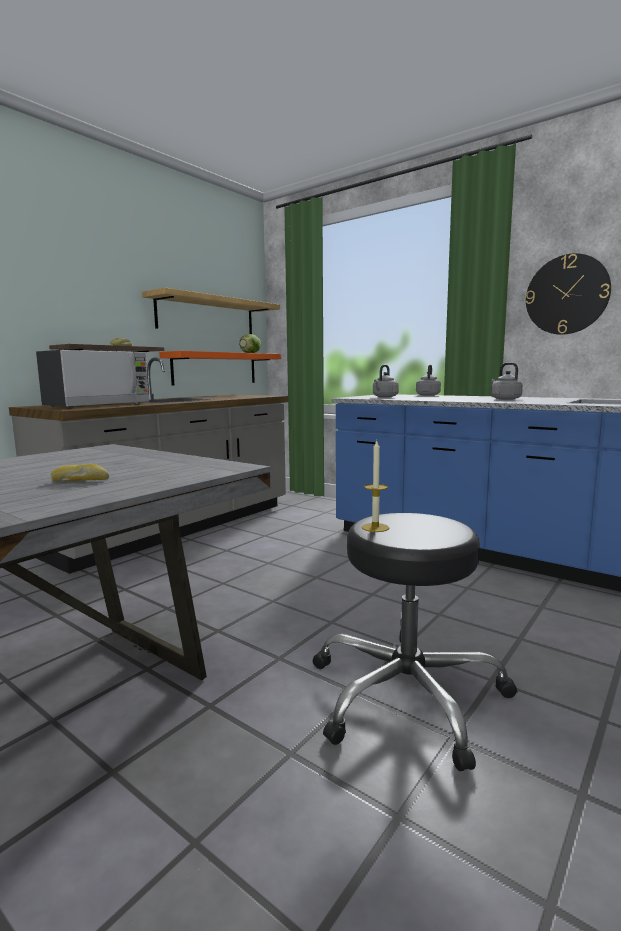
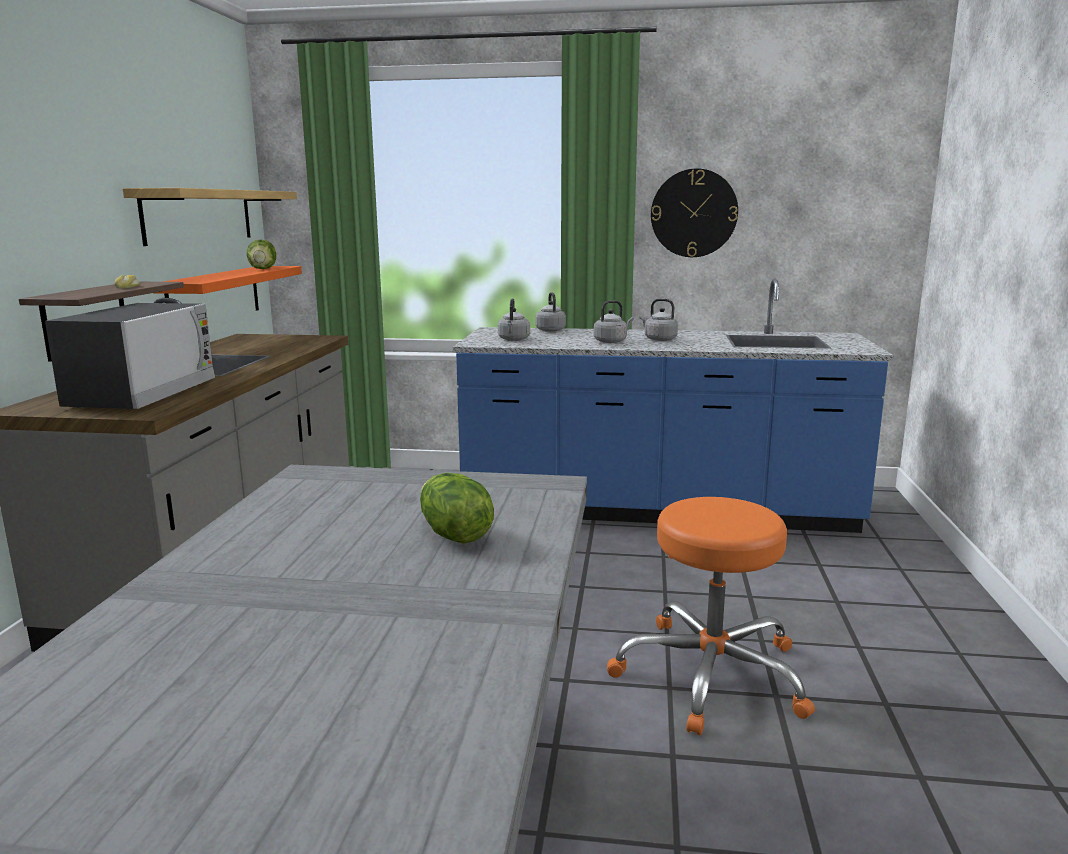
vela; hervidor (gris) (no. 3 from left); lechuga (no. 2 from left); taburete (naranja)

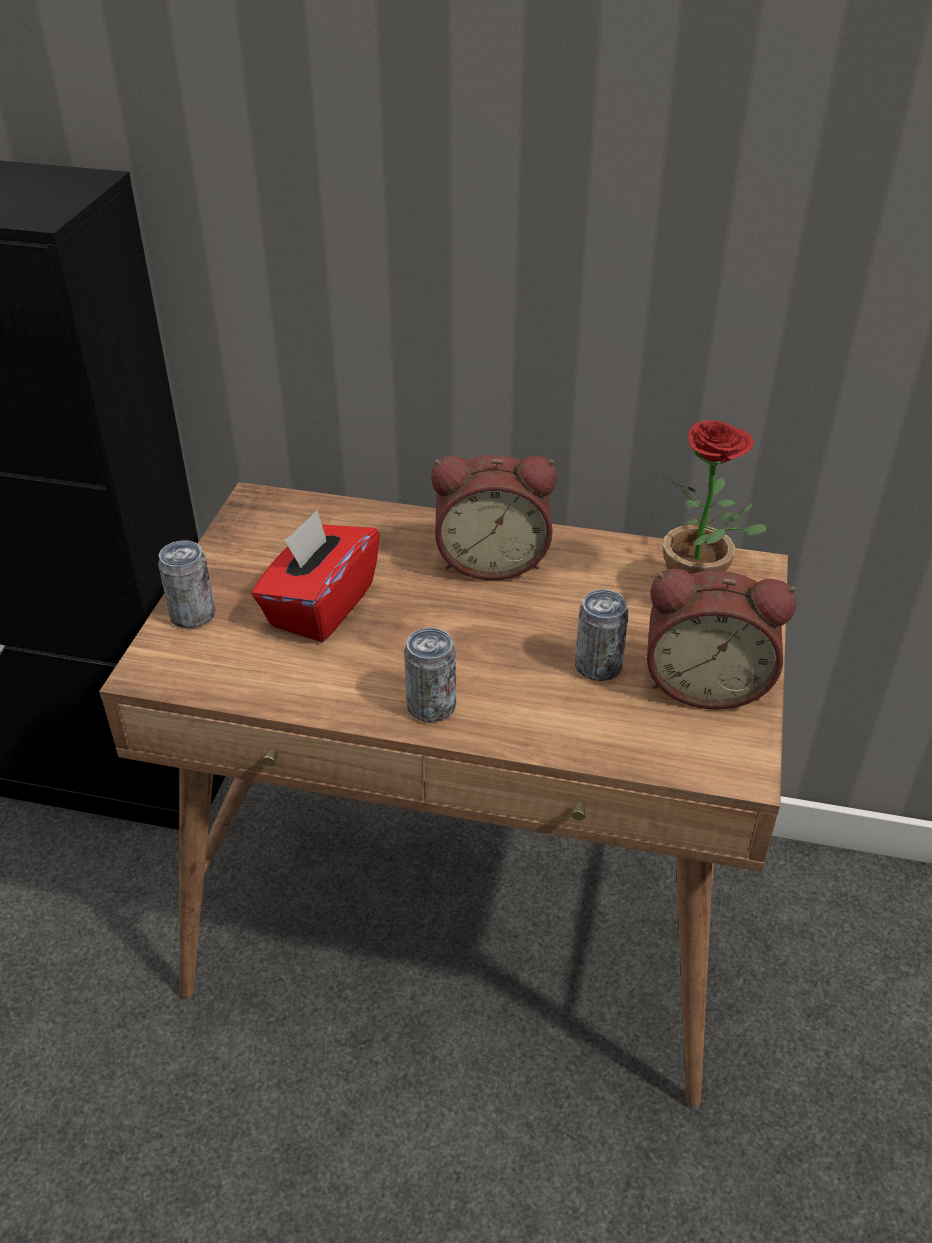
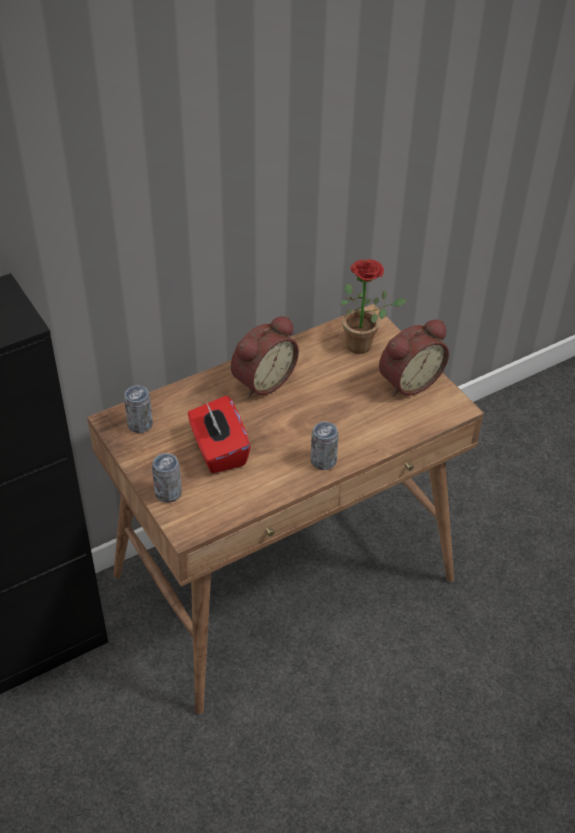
lata (no. 1 from left)

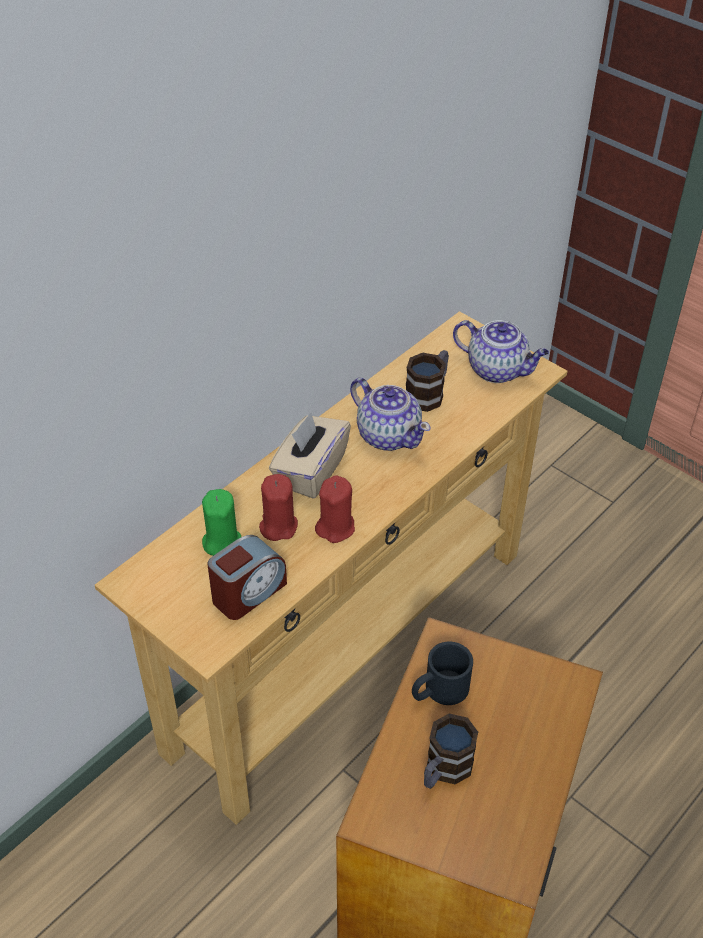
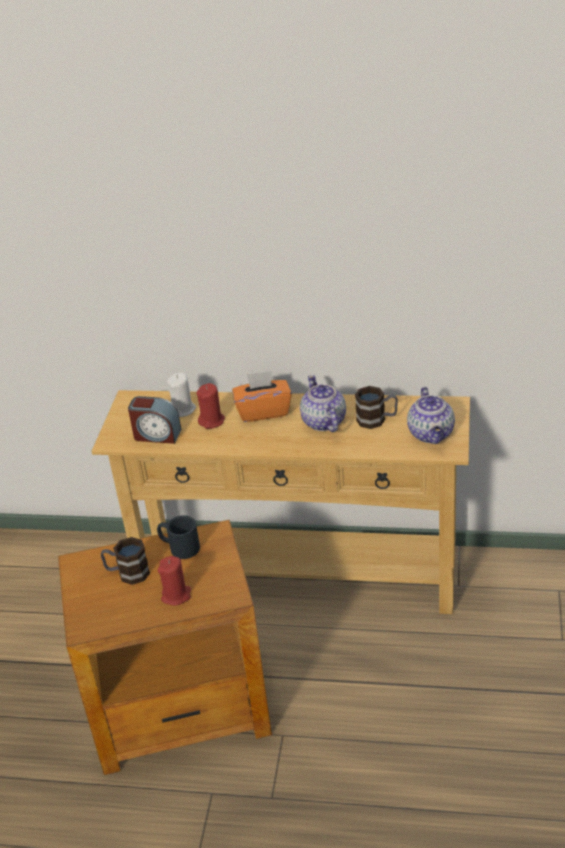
vela (rojo) (no. 1 from left); vela (blanco); caja de pañuelos (naranja); tetera (no. 1 from left)

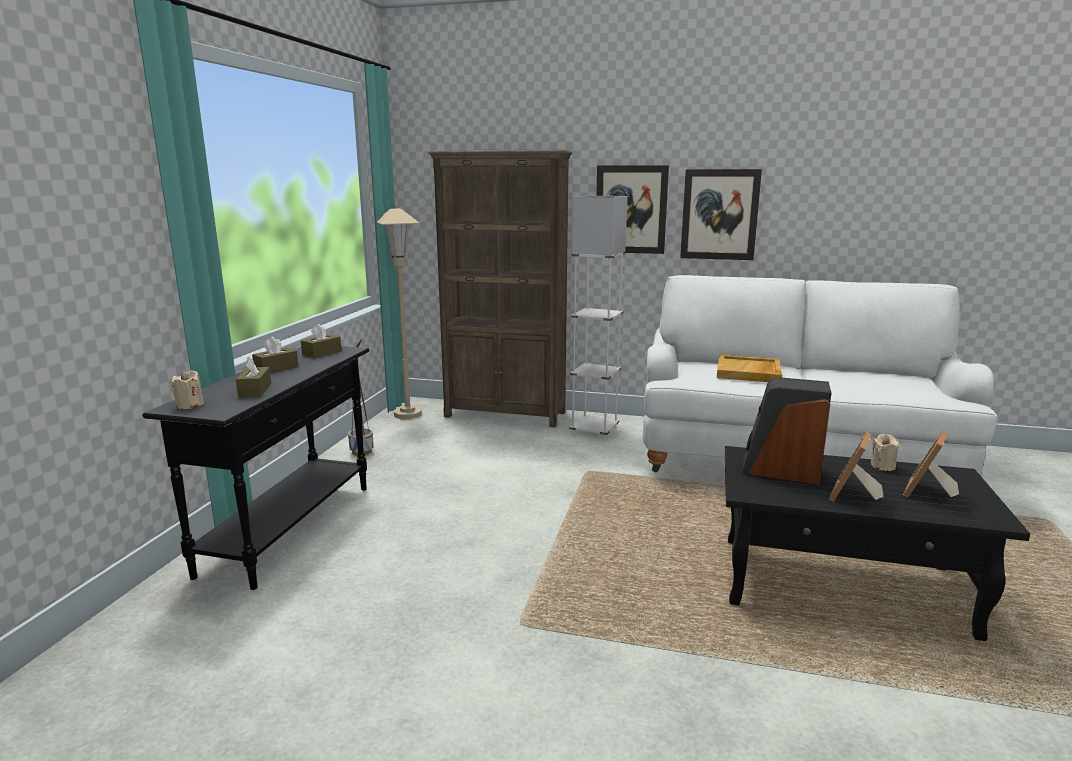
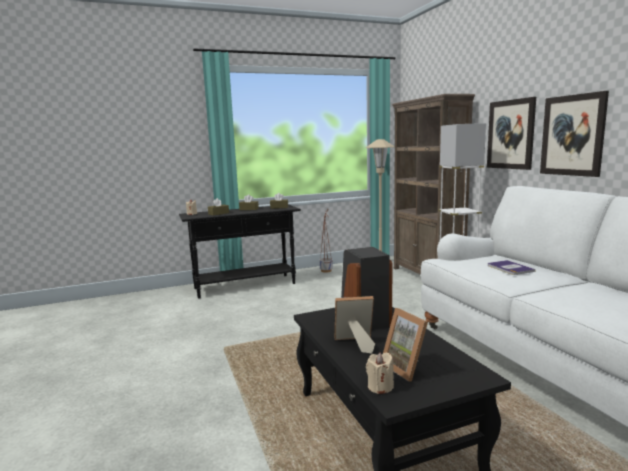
vela (beis) (no. 2 from left); libro; portarretratos (no. 2 from left)

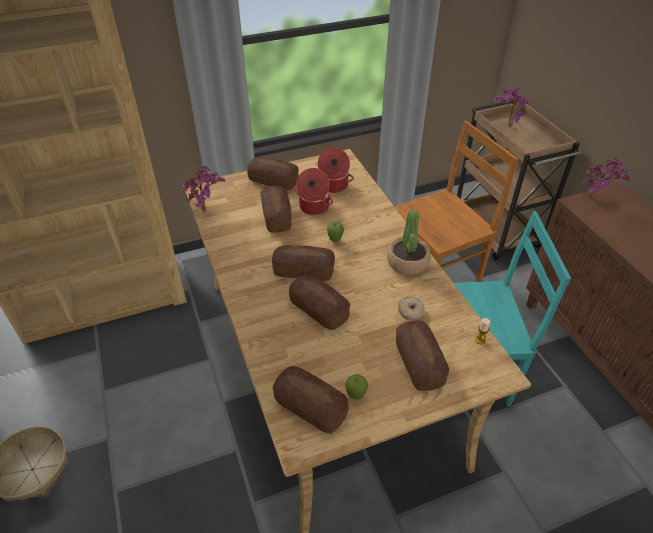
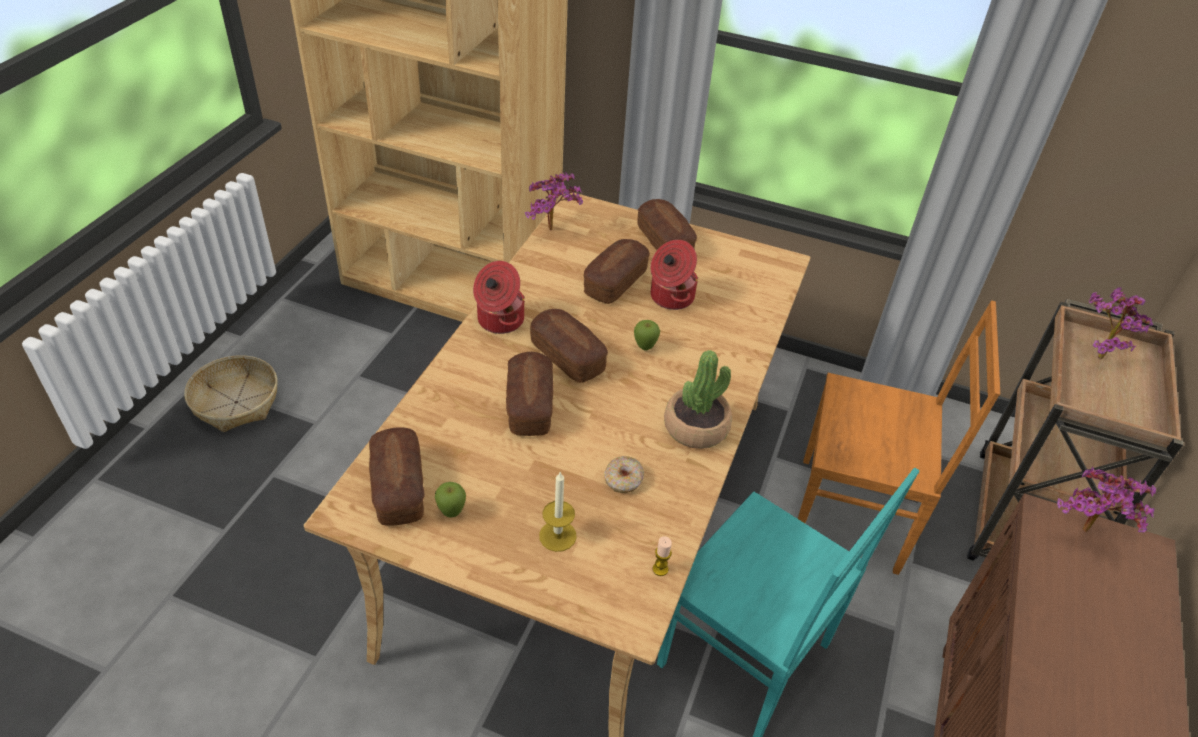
olla (no. 1 from left); vela (no. 1 from left)

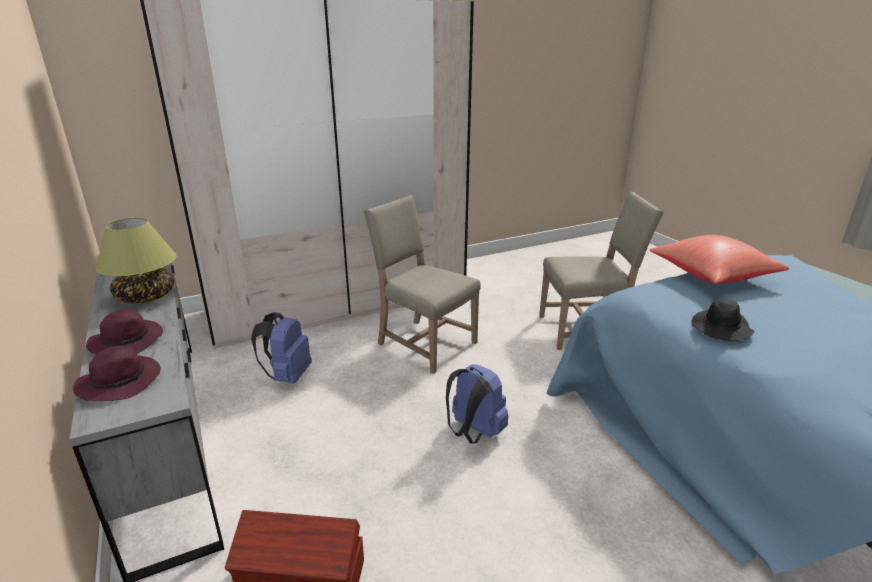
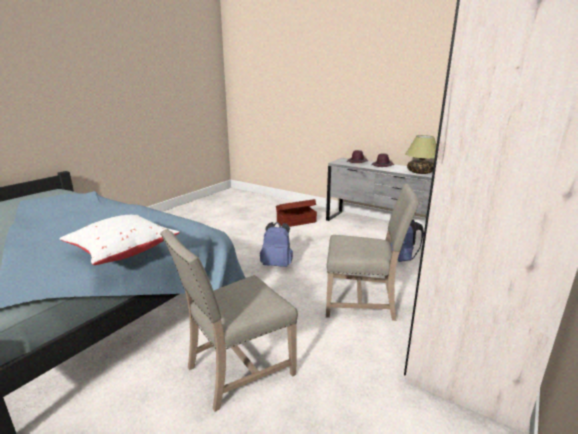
sombrero (negro); cojín (blanco)

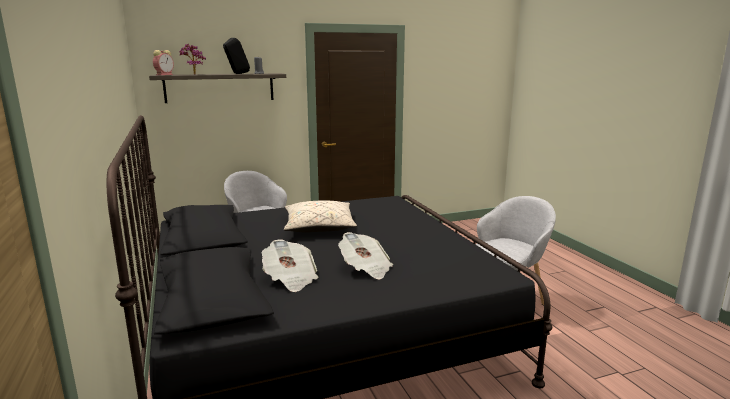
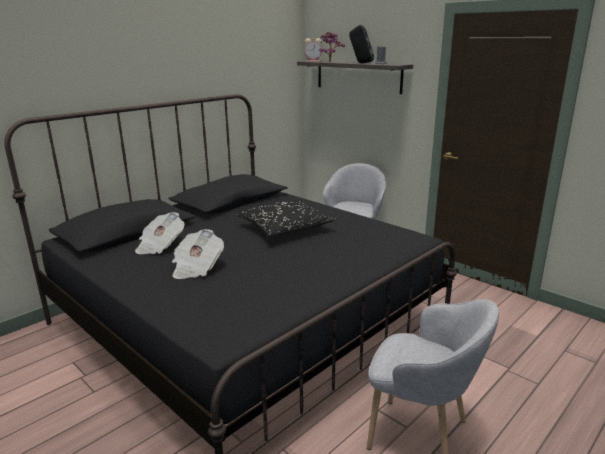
cojín (negro)

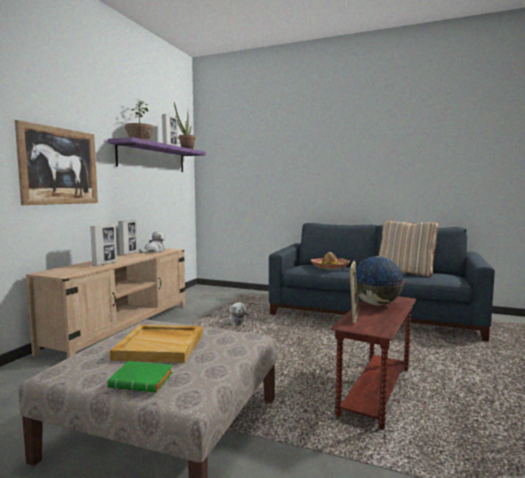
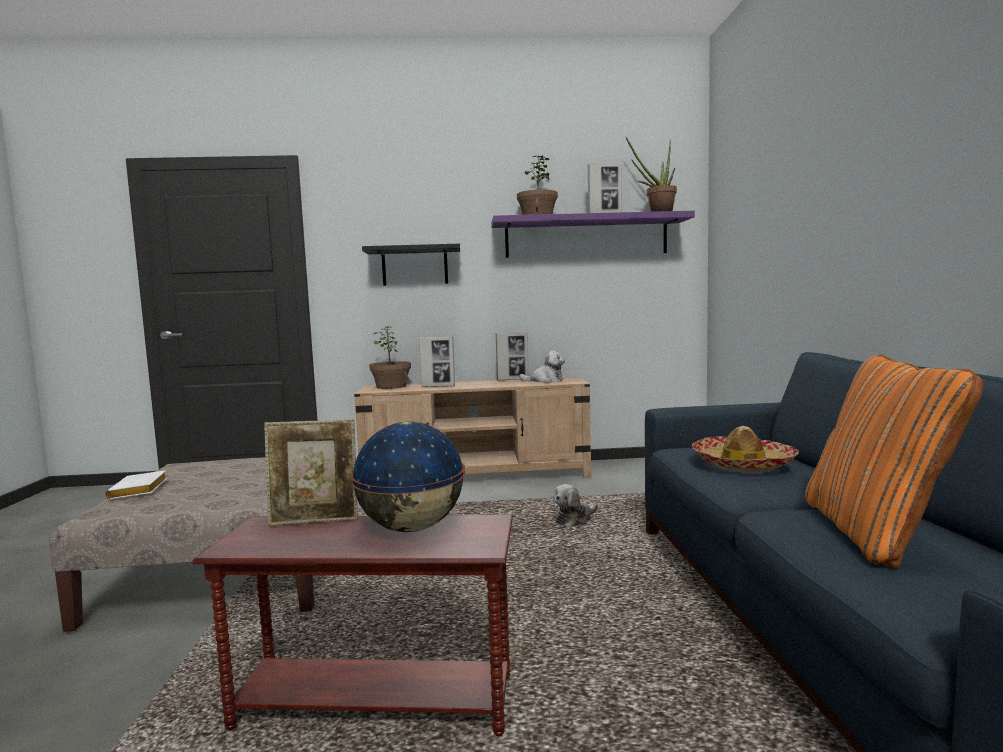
bandeja (beis); planta en maceta (no. 1 from left); estante (negro); libro (blanco); cojín (naranja)

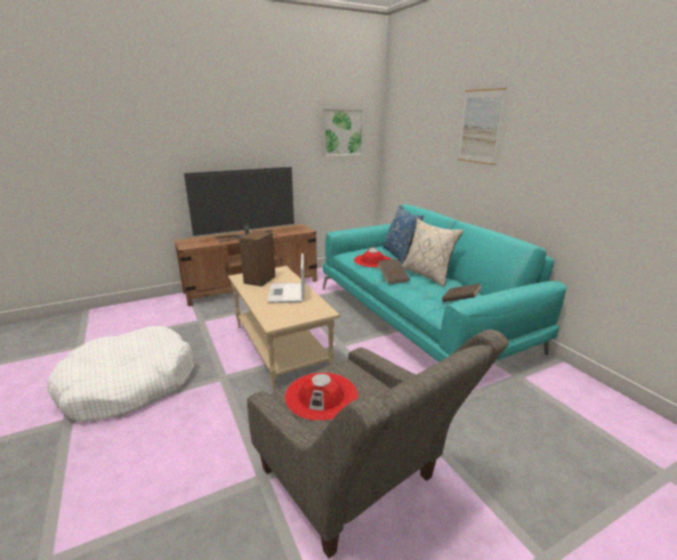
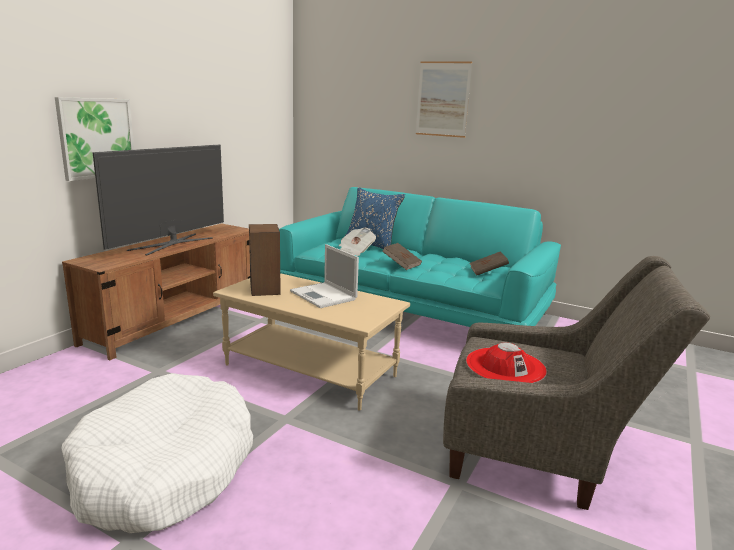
cojín (beis); cuadro (no. 1 from left); periódico

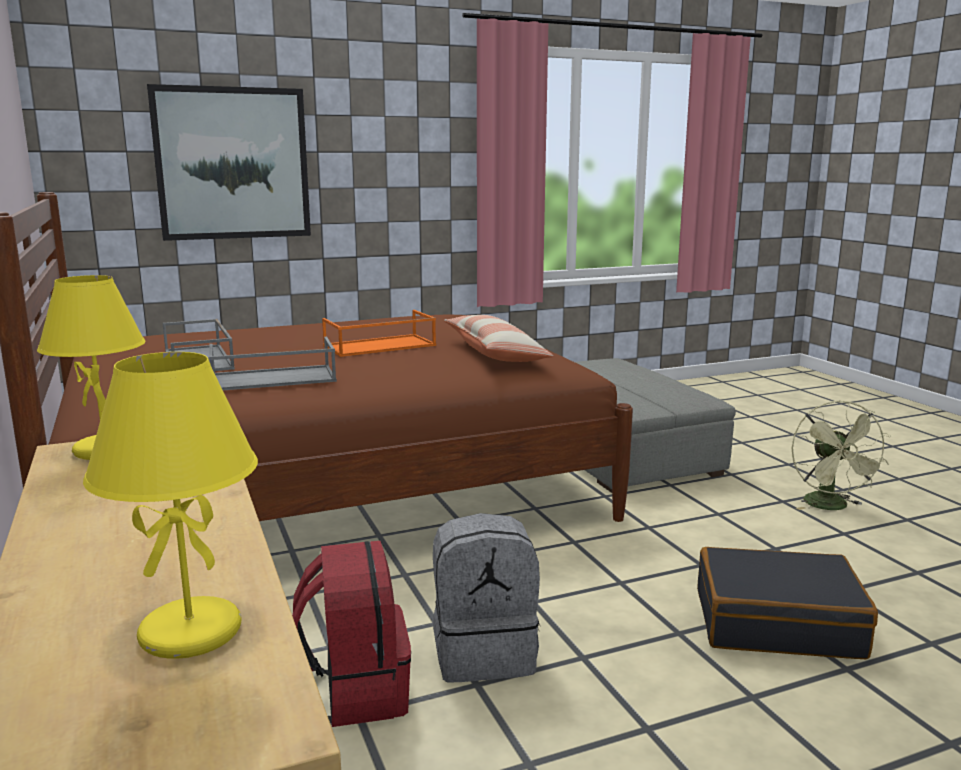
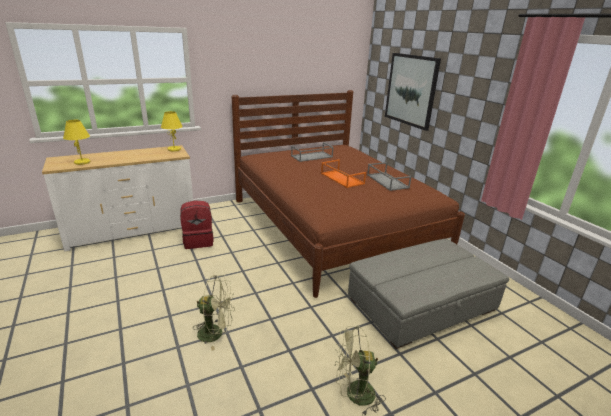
mochila (gris); cojín; bandeja (gris) (no. 2 from left); ventilador (verde) (no. 1 from left)

